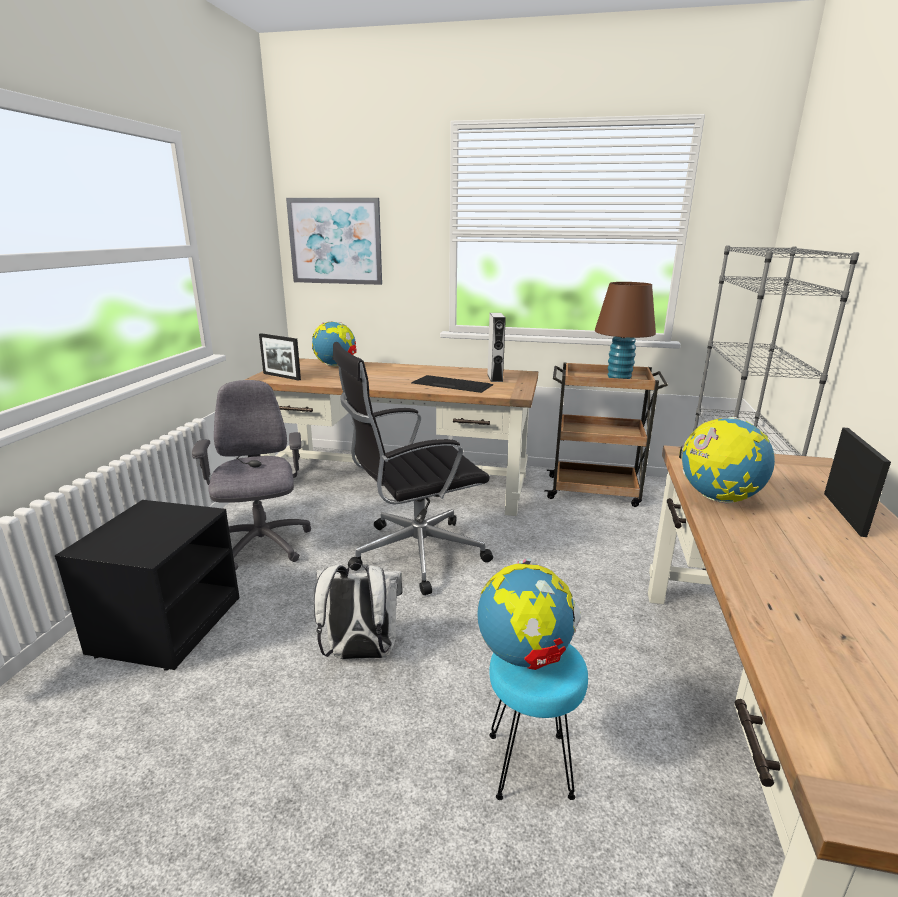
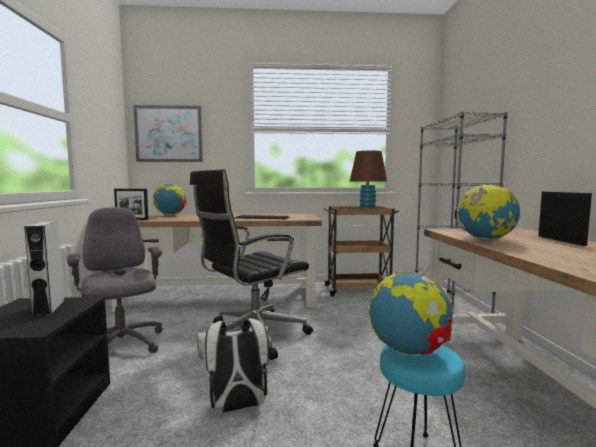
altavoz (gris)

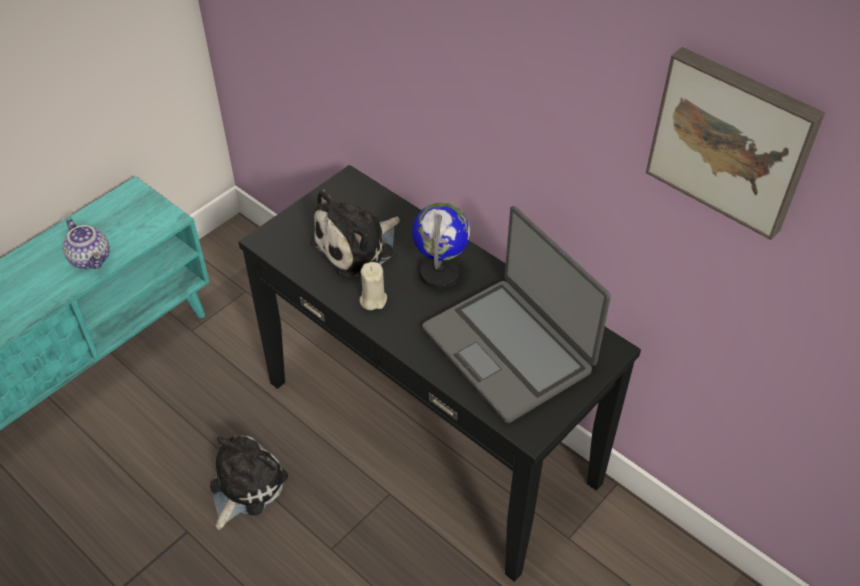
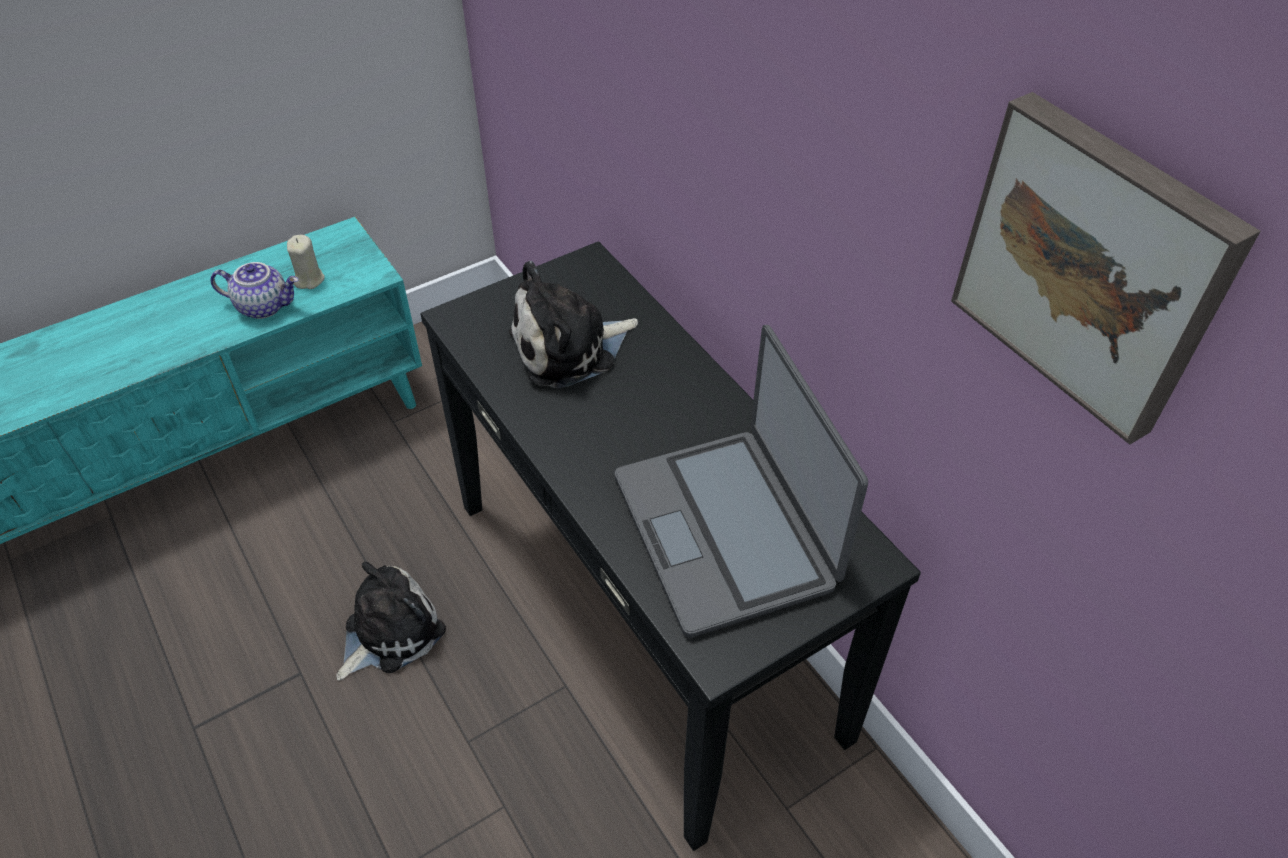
globo terráqueo; vela (beis); tetera

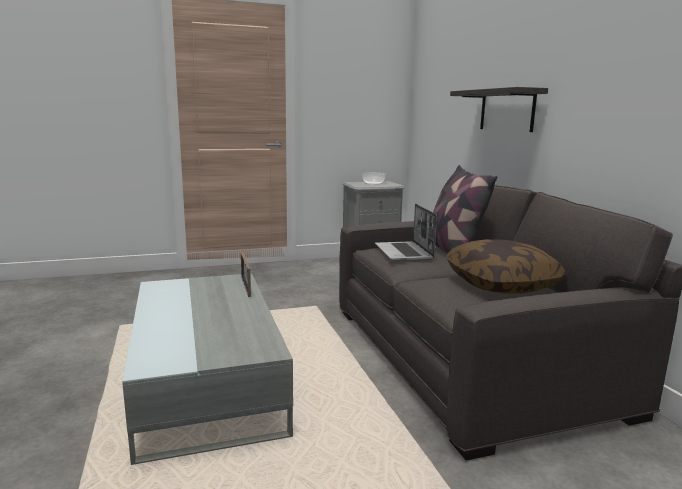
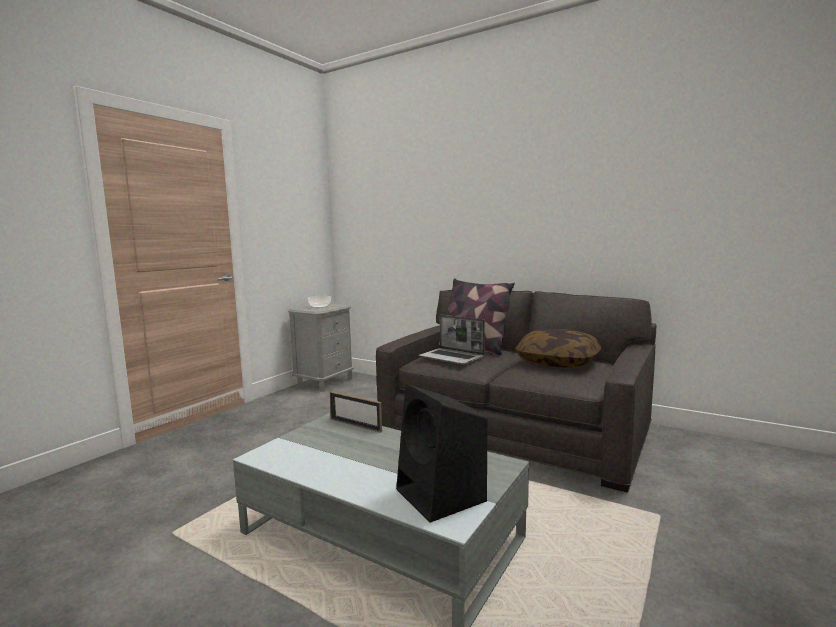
estante; altavoz (negro)

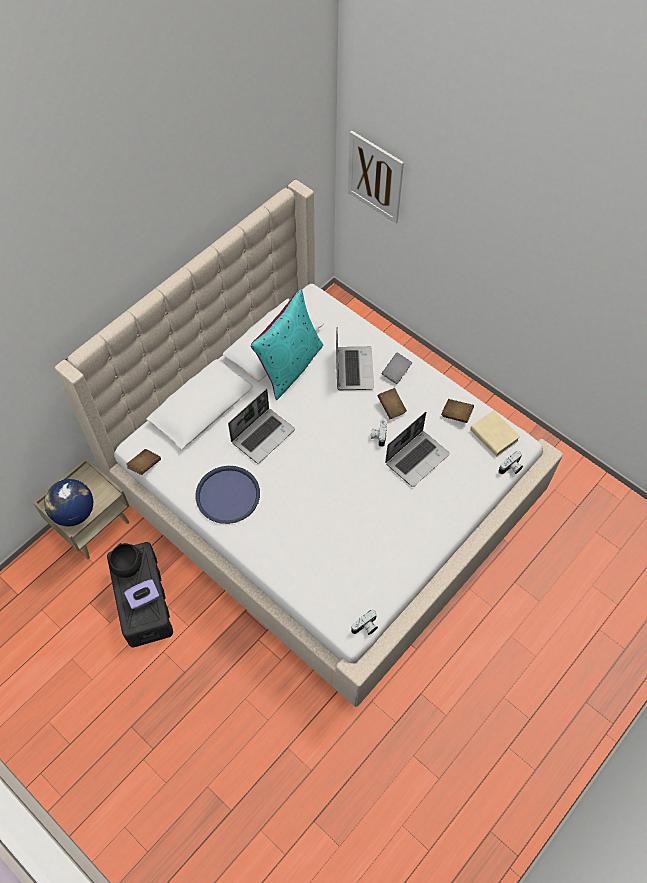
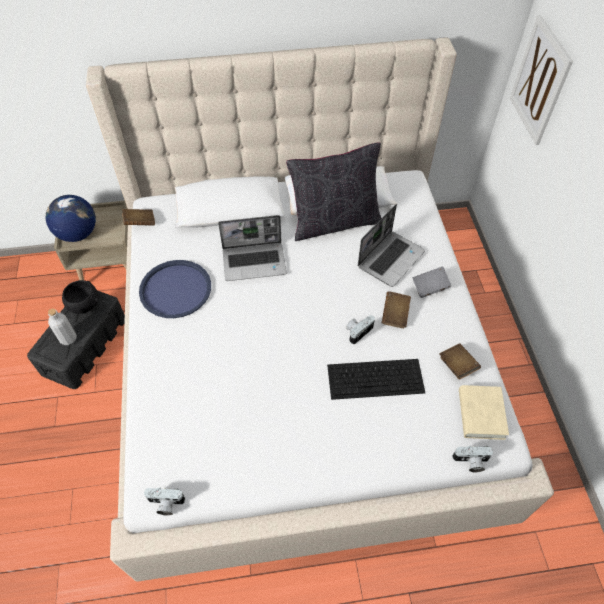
botella (gris); teclado; cojín (negro)

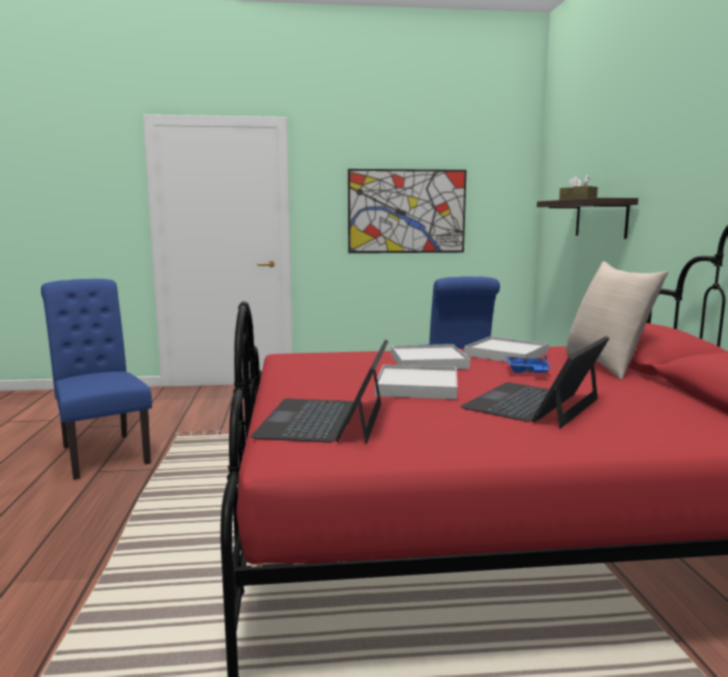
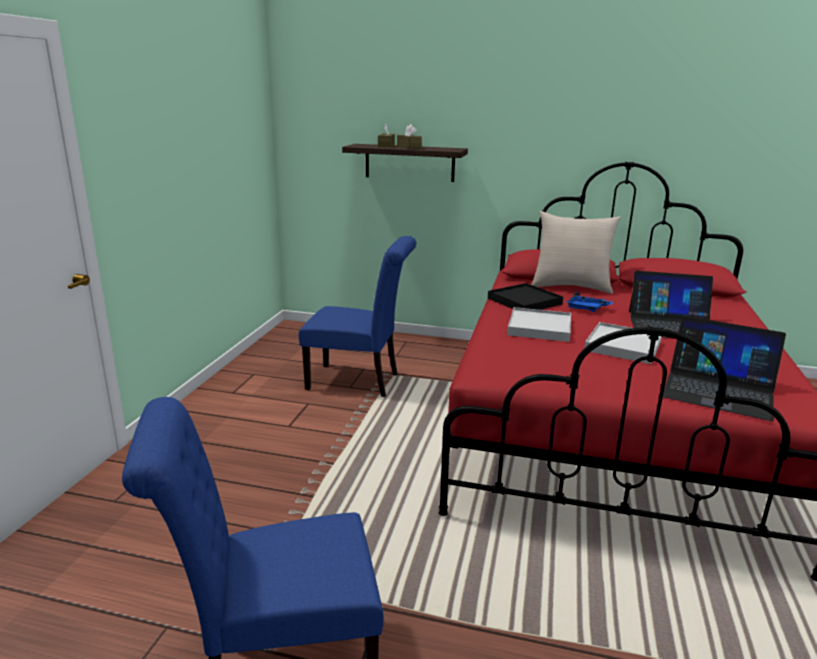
cuadro; bandeja (negro); portátil (no. 1 from left)

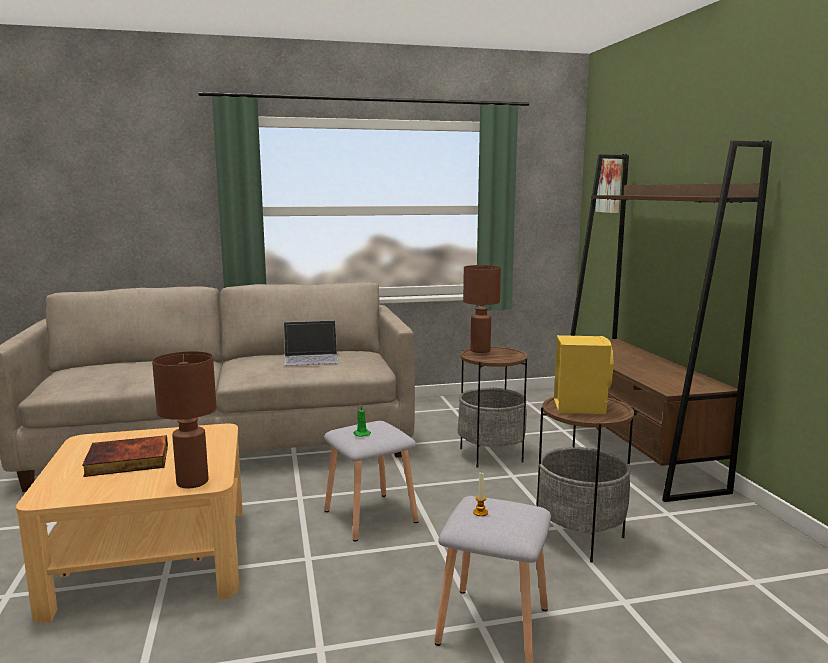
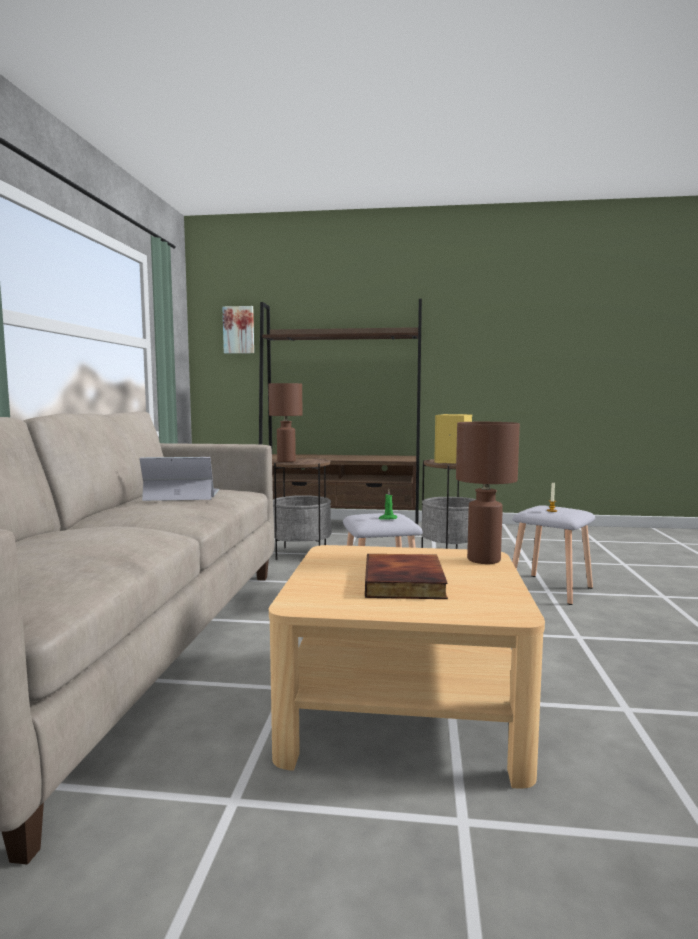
portátil

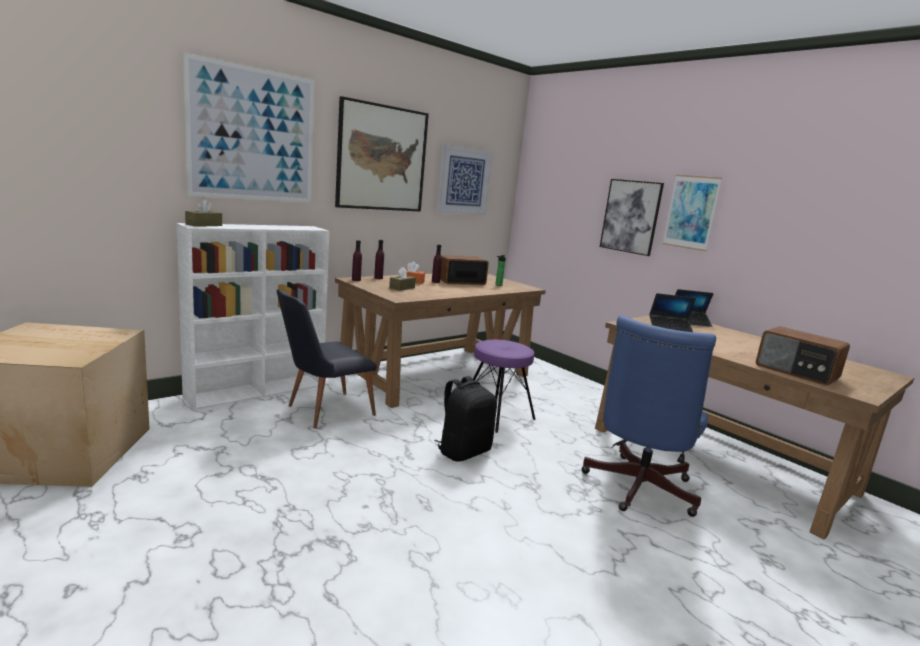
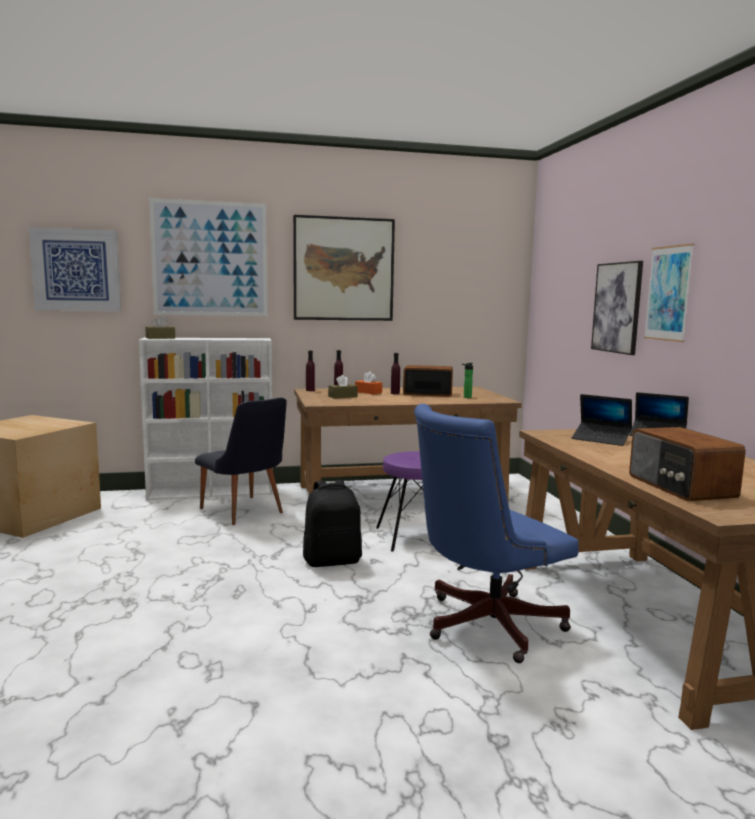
cuadro (no. 1 from left); silla (negro)

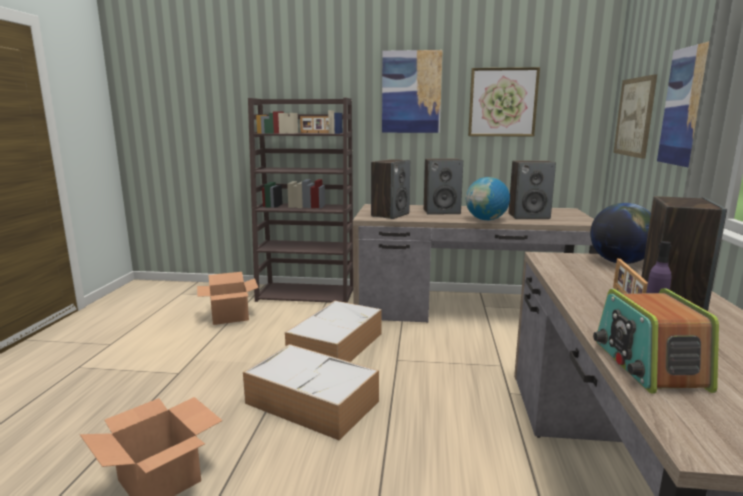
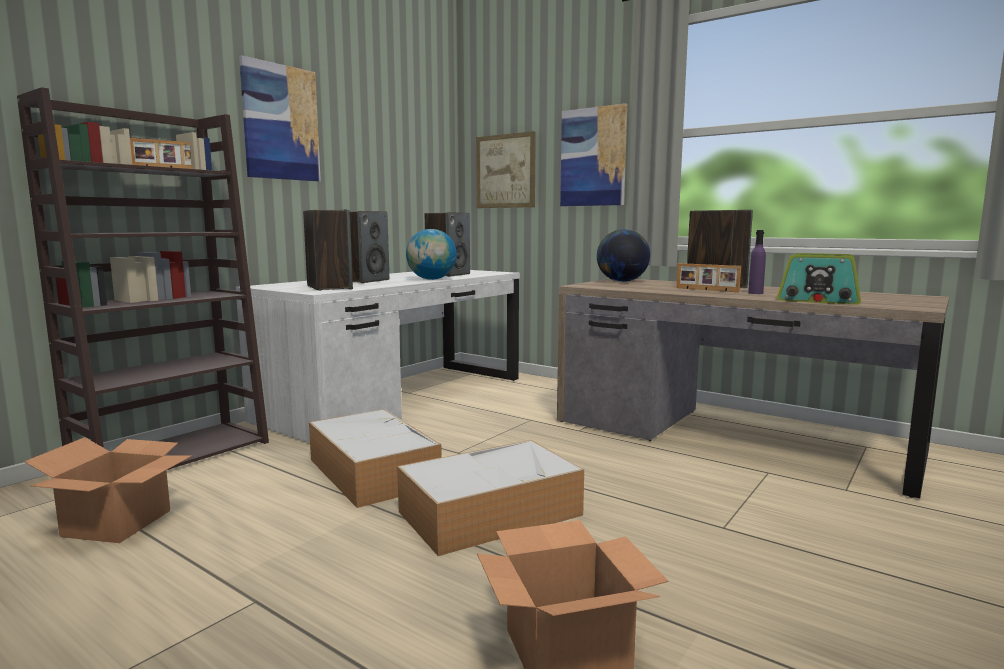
cuadro (no. 2 from left in the first image); escritorio (blanco)

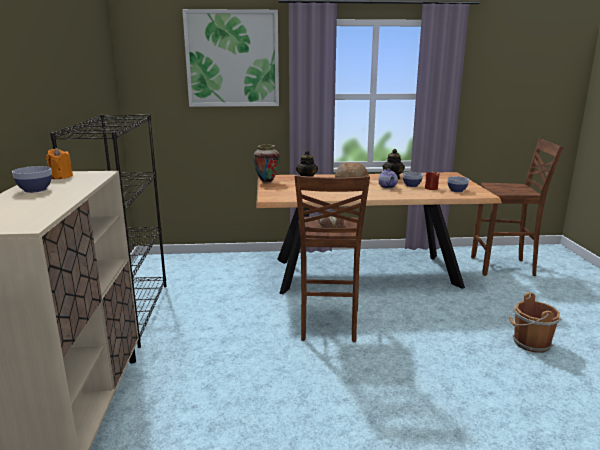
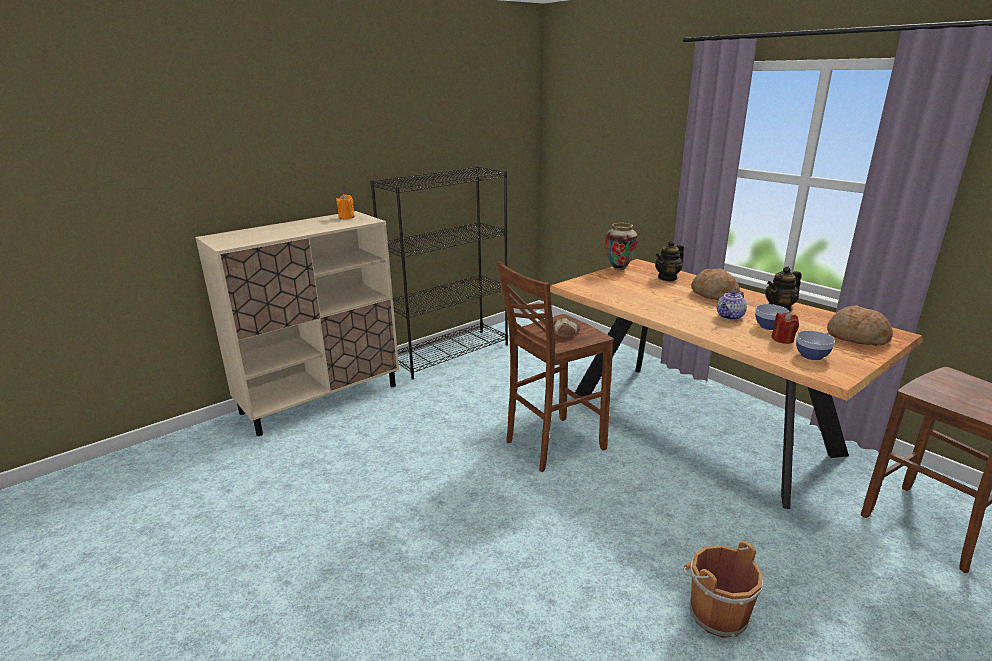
cuenco (no. 1 from left in the first image); cuadro; pan (no. 3 from left)

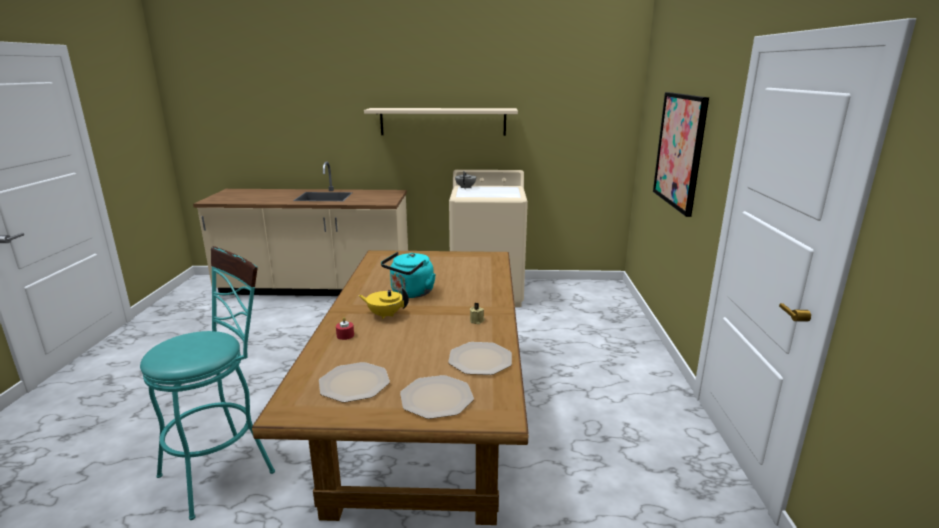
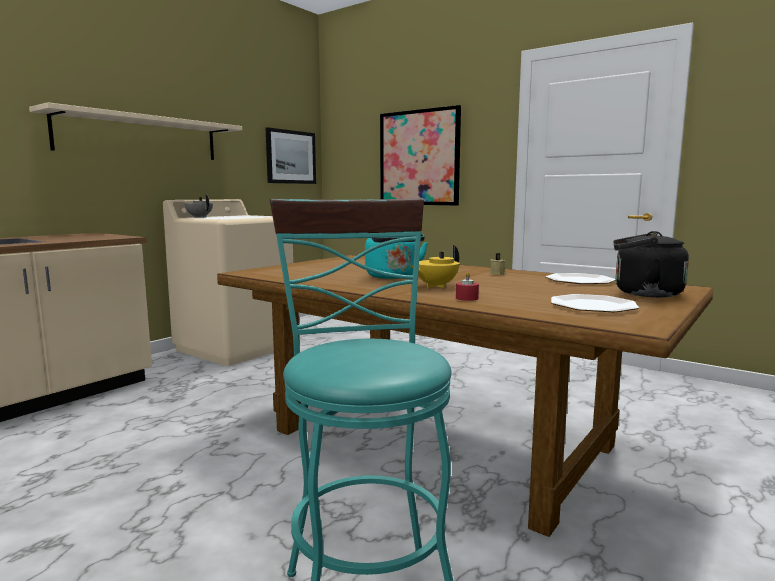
cuadro (no. 1 from left); hervidor (negro)

